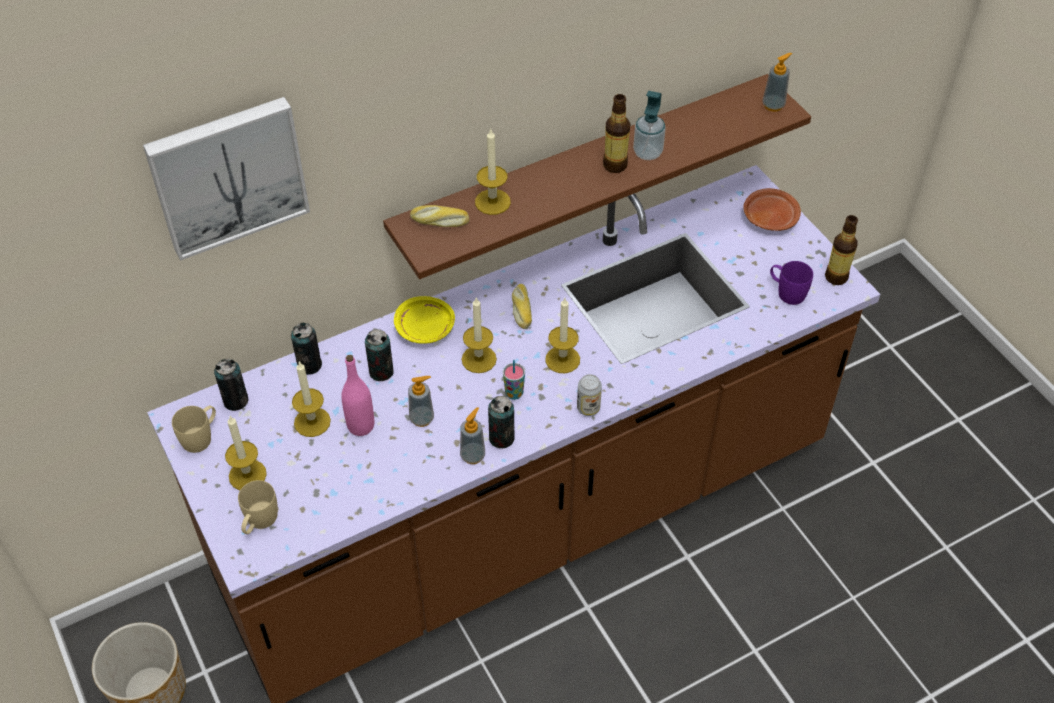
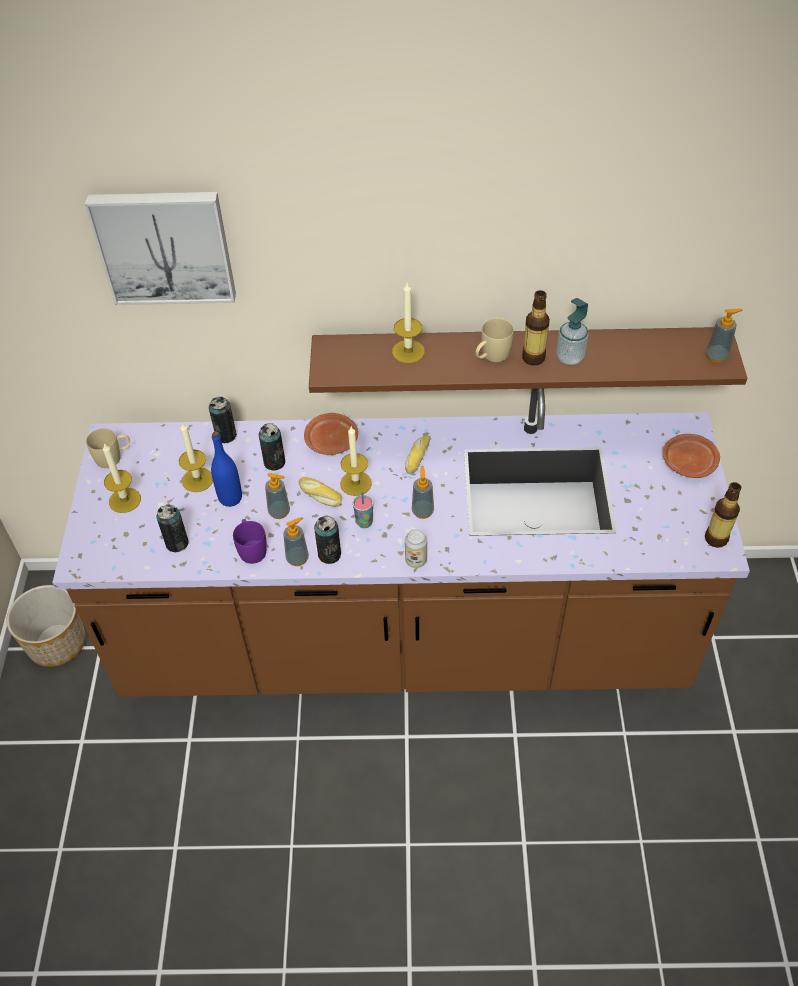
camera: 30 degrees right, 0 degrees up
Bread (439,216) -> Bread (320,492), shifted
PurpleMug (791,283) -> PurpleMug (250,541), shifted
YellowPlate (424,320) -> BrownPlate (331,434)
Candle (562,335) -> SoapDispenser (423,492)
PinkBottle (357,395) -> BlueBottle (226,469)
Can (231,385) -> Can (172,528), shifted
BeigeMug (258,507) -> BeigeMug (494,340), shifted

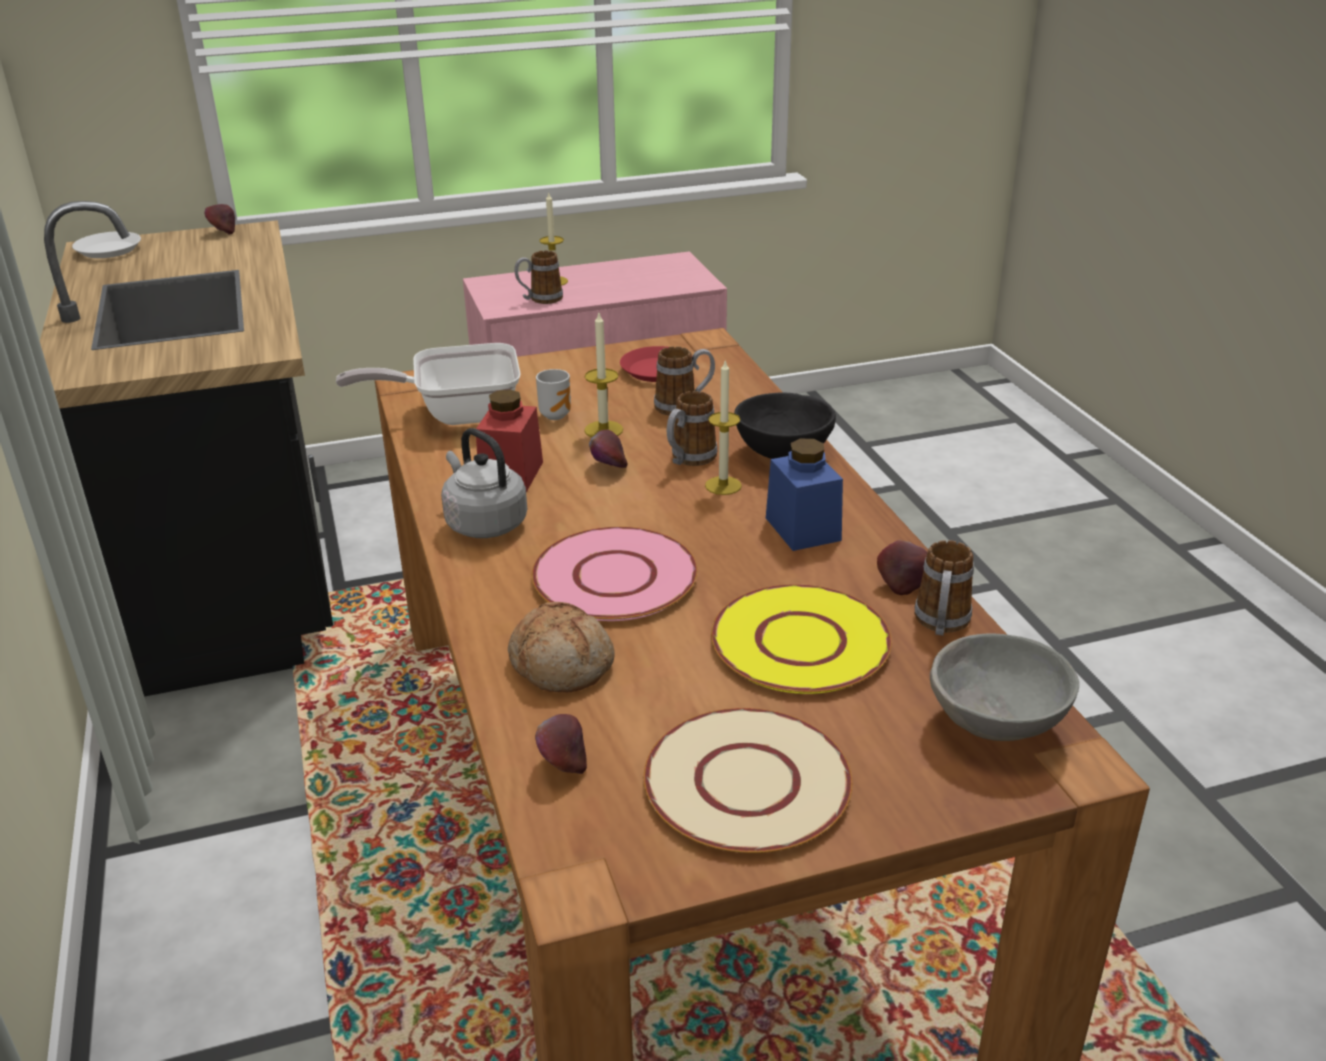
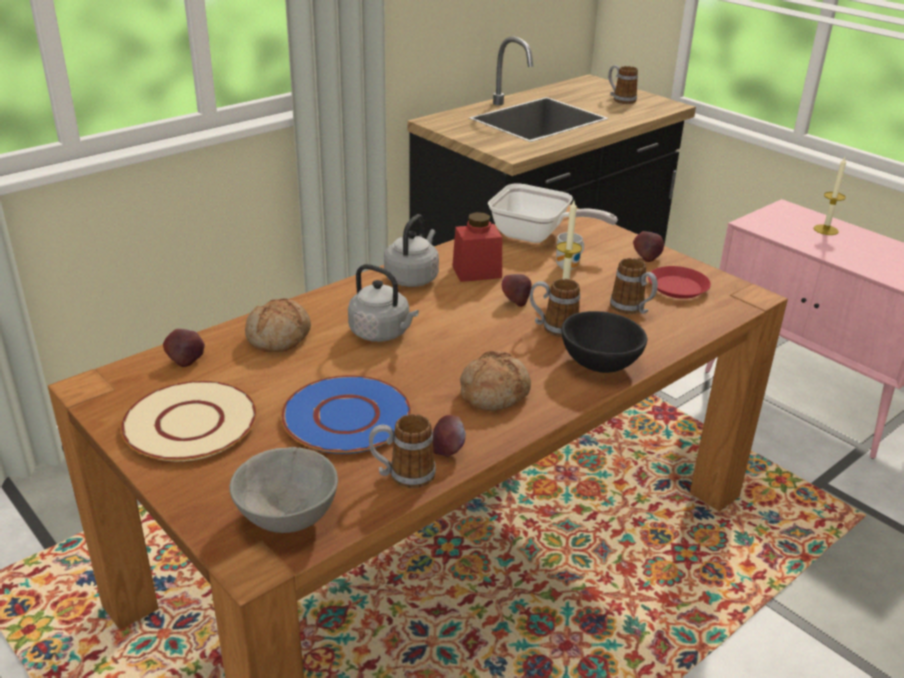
camera: 65 degrees right, 0 degrees up
Apple (220,219) -> Apple (648,246), shifted
WhitePlate (106,244) -> none
Mug (538,277) -> Mug (623,84), shifted
FryingPan (428,384) -> FryingPan (553,213), 150 degrees clockwise
Candle (723,427) -> none
BlueJar (804,495) -> Bread (495,381)
PinkPlate (615,574) -> GreyKettle (383,303)
YellowPlate (801,639) -> BluePlate (346,414)

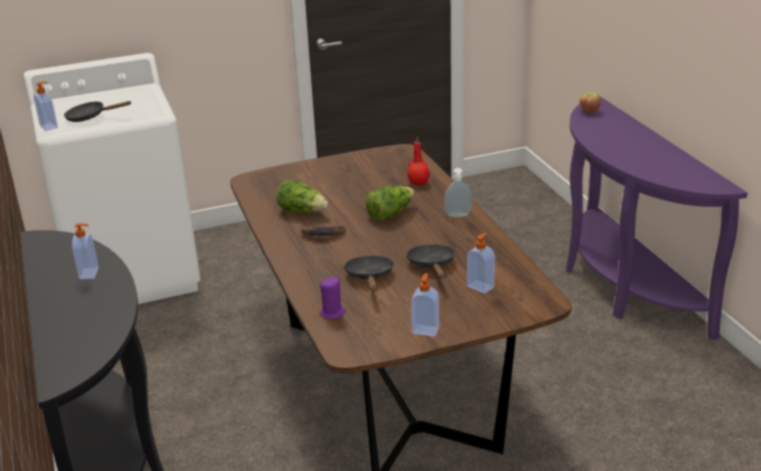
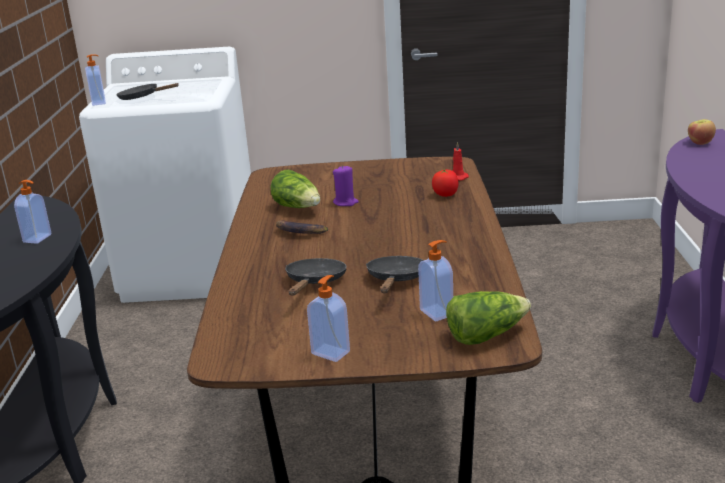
camera: 20 degrees right, 5 degrees down
SoapDispenser (458,192) -> none
Lettuce (390,203) -> Lettuce (488,318), shifted
PurpleCandle (333,298) -> PurpleCandle (346,185), shifted

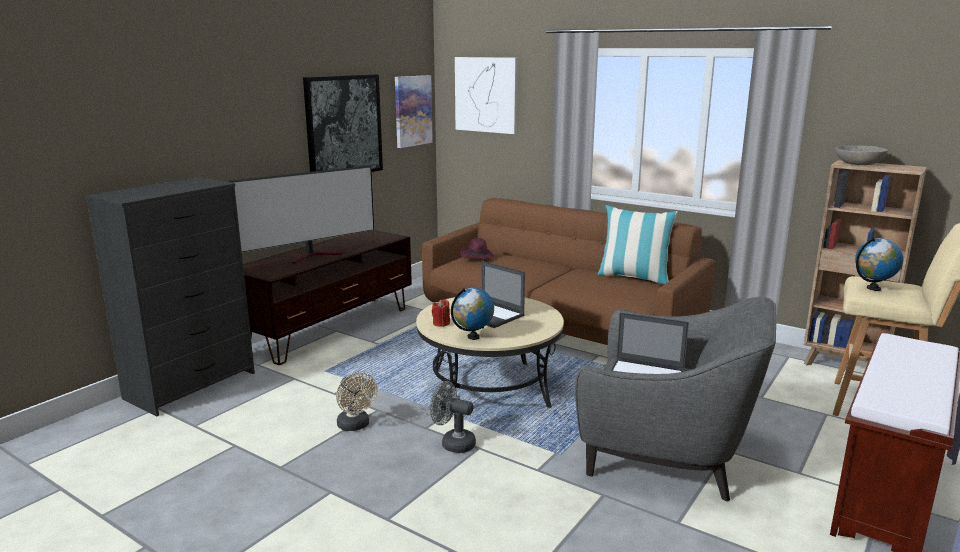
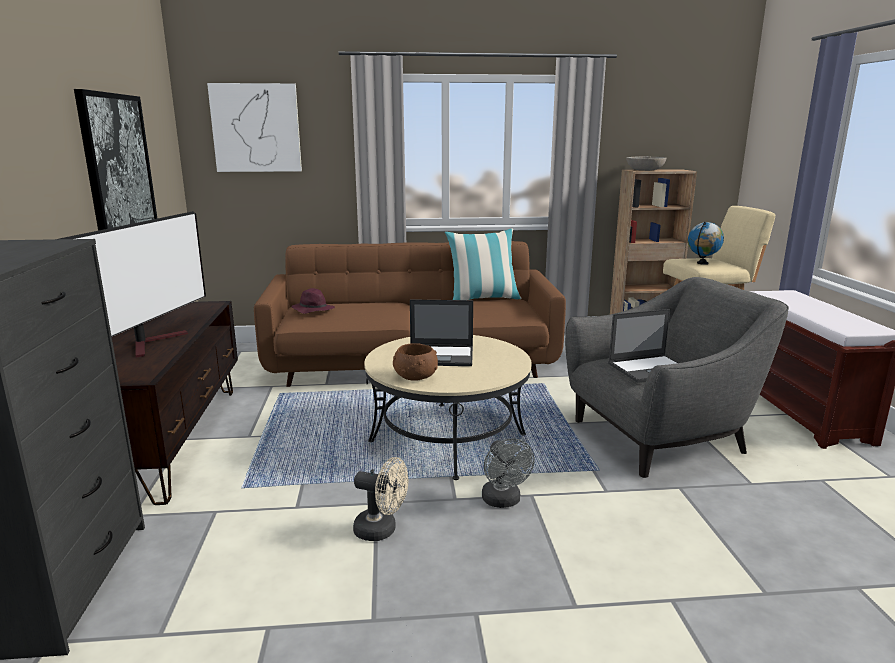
camera: 40 degrees left, 0 degrees up
Picture (414,111) -> none
Globe (472,314) -> none
RedCandle (441,313) -> BrownBowl (415,362)
GreyFan (453,417) -> GreyFan (508,473), 90 degrees counterclockwise

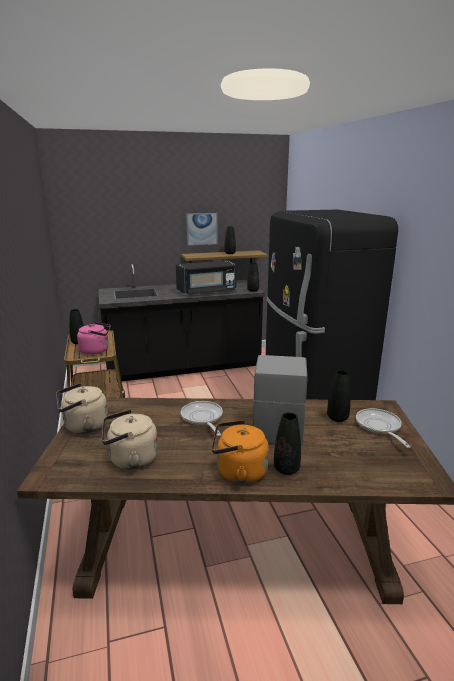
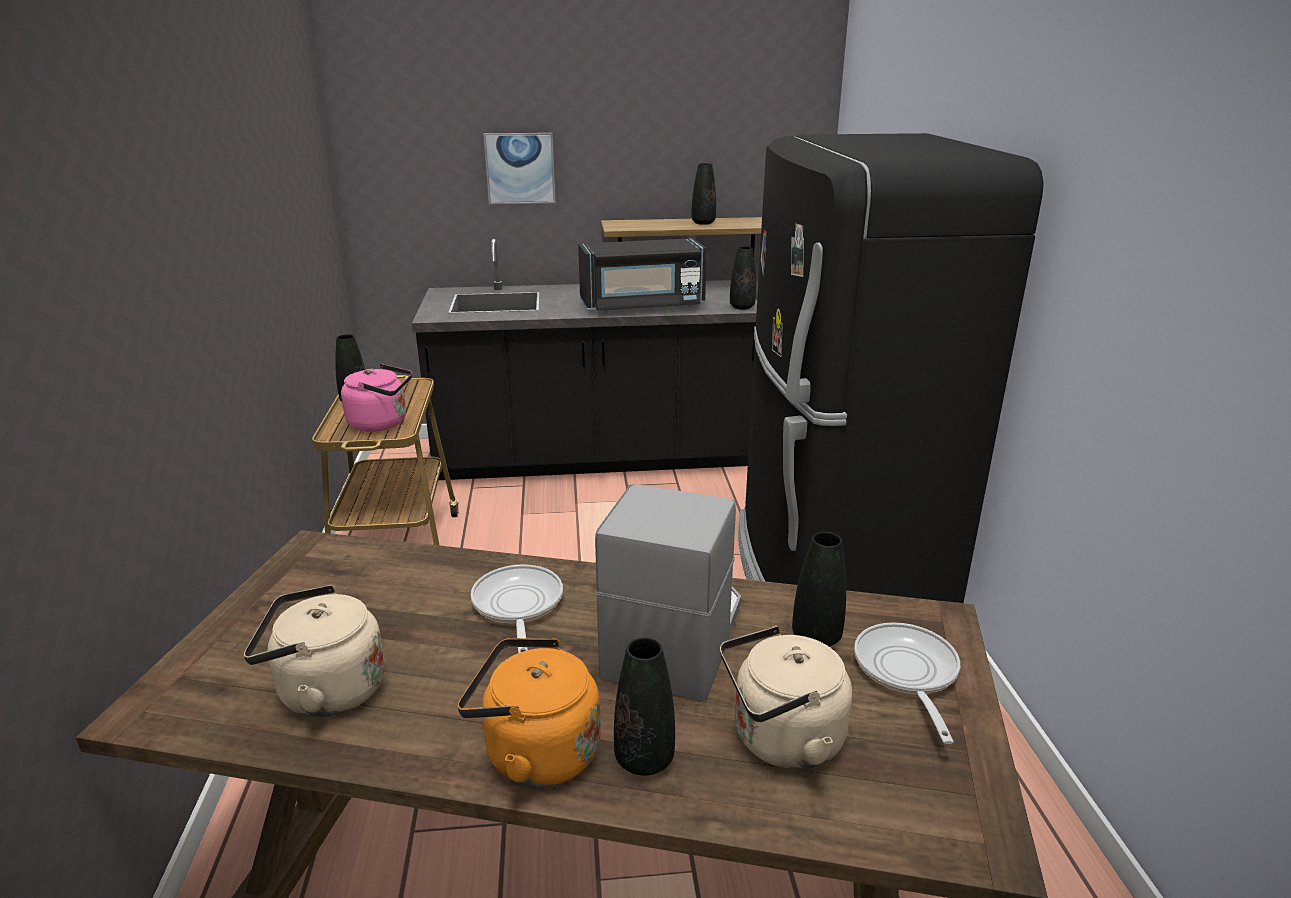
camera: 10 degrees right, 5 degrees up
Picture (202,229) -> Picture (519,168), shifted
BeigeKettle (82,408) -> BeigeKettle (786,698), shifted

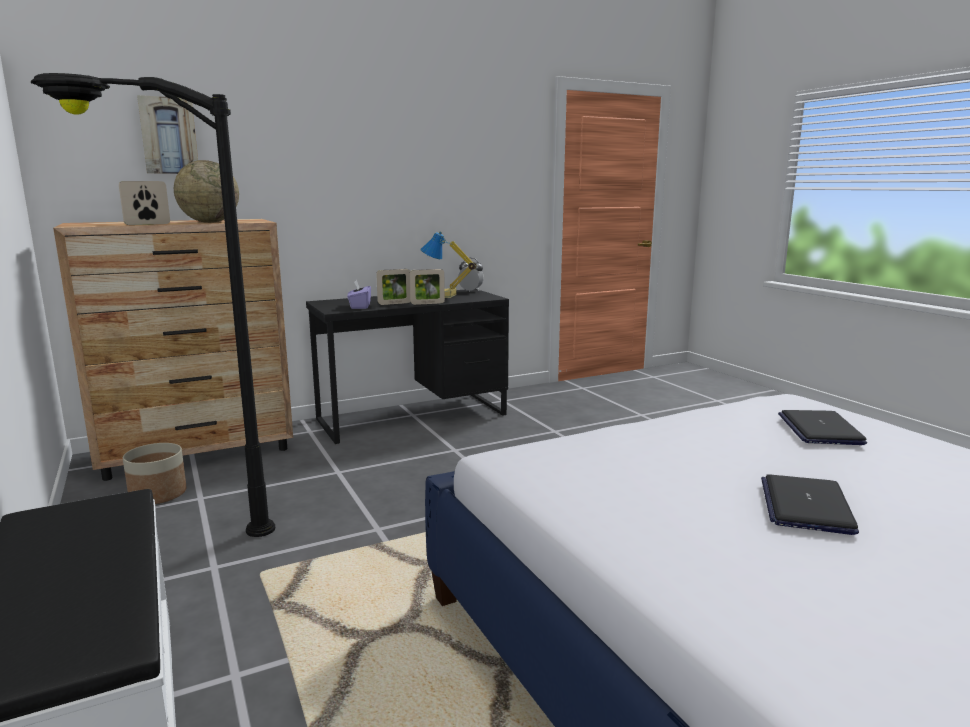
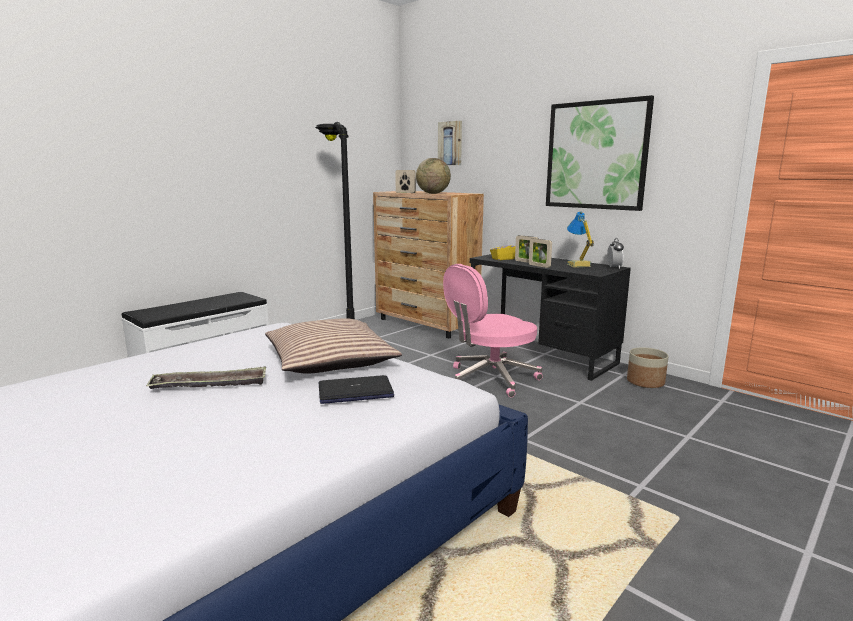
camera: 70 degrees right, 0 degrees up
PurpleTissueBox (359,294) -> YellowTissueBox (502,250)
Planter (155,473) -> Planter (648,367), shifted
Laptop (810,504) -> Tray (206,377)
none -> Picture (600,153)
none -> PinkOfficeChair (493,330)
none -> Pillow (333,346)

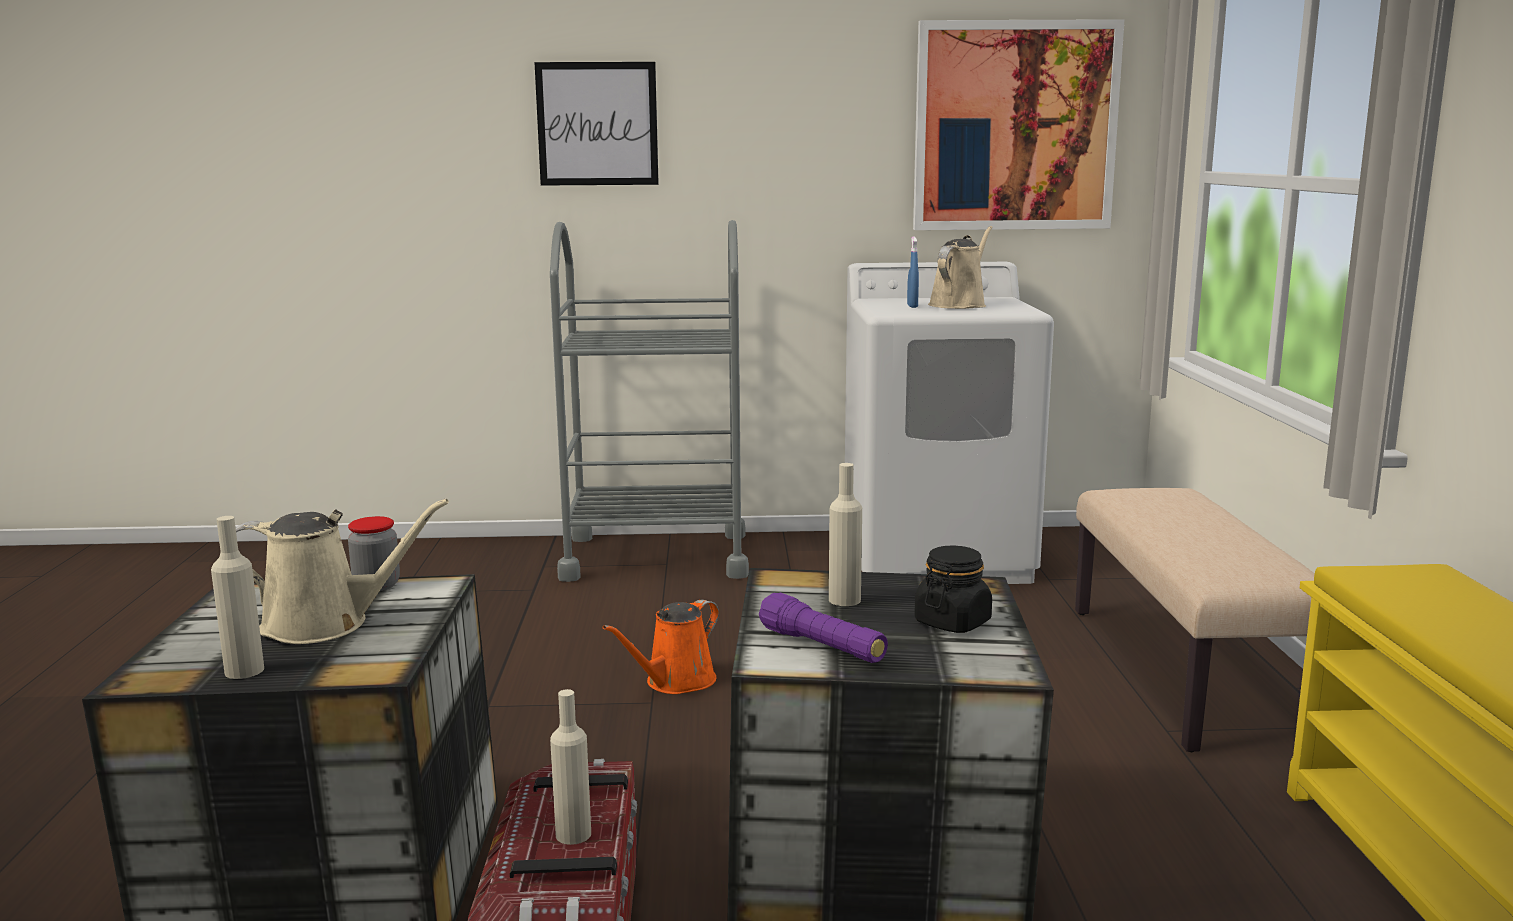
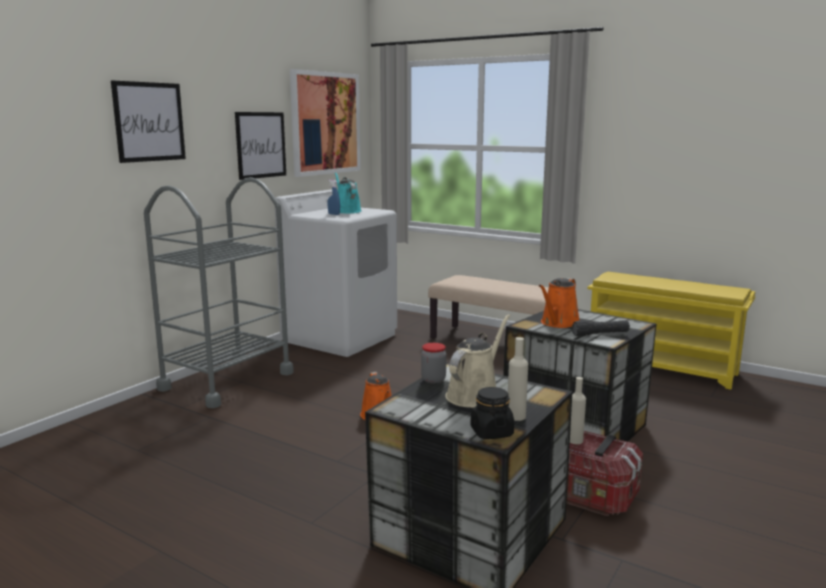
camera: 55 degrees left, 0 degrees up
BeigeWateringCan (960,267) -> TurquoiseWateringCan (348,192)
BeigeBottle (845,534) -> OrangeWateringCan (559,303)
BlackJar (953,589) -> BlackJar (492,413), shifted
PurpleFlashlight (823,627) -> BlackFlashlight (601,328)
none -> Picture (260,146)

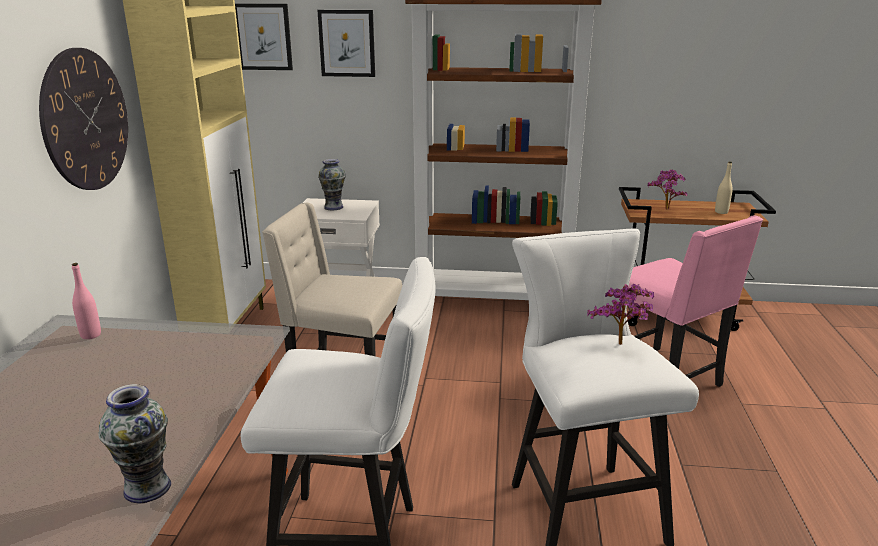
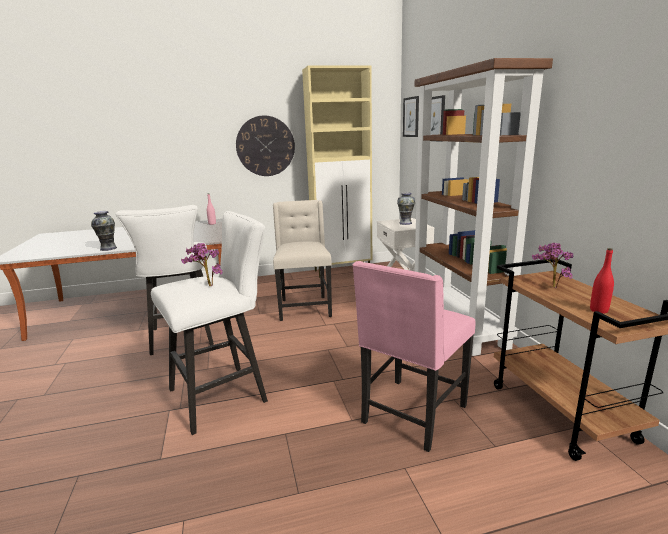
camera: 70 degrees right, 5 degrees down
BeigeBottle (724,187) -> RedBottle (602,281)

